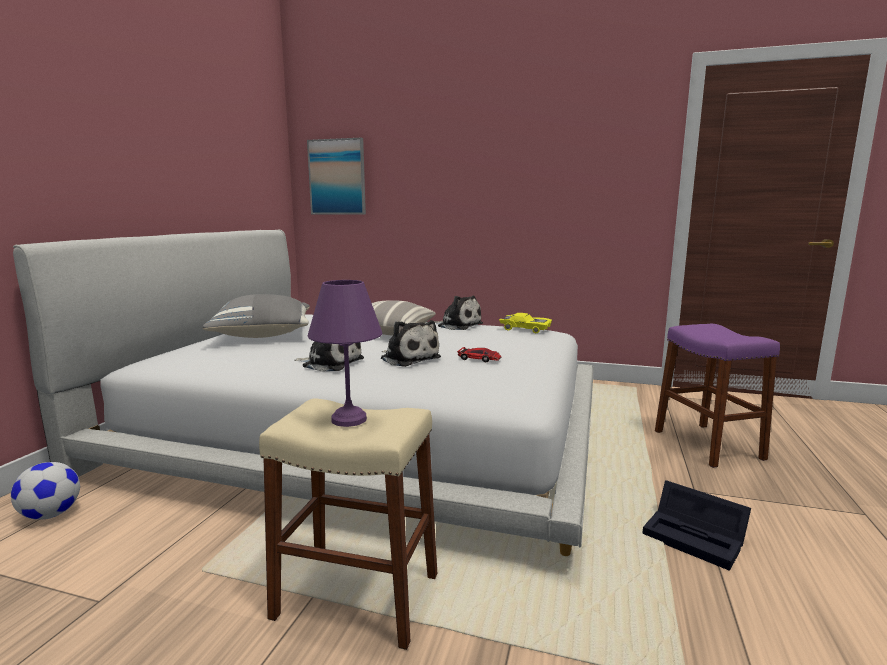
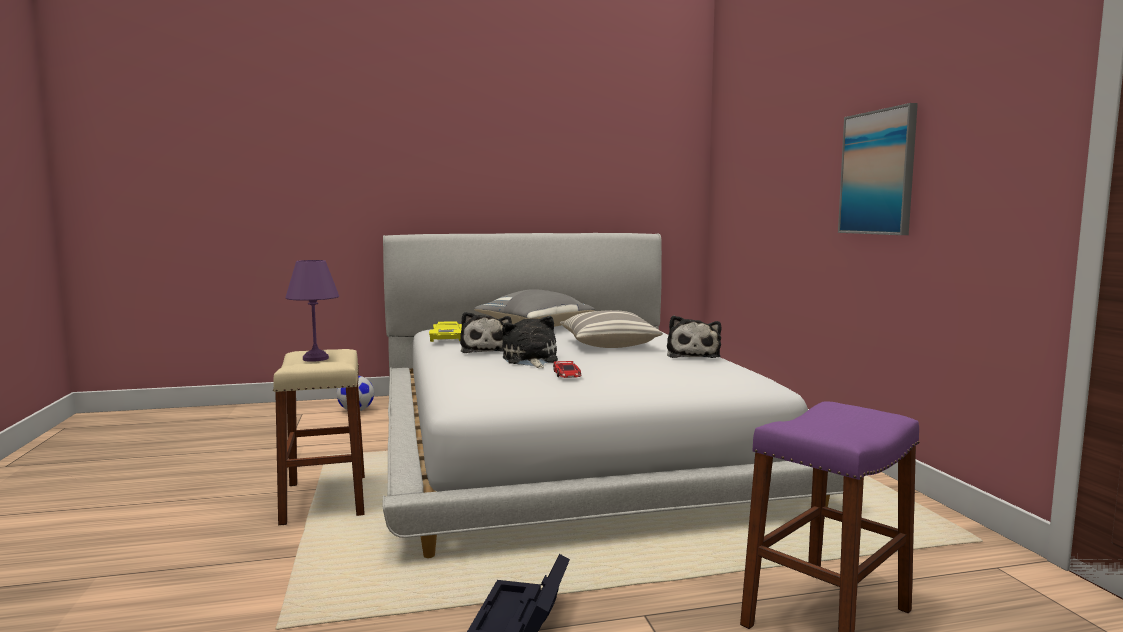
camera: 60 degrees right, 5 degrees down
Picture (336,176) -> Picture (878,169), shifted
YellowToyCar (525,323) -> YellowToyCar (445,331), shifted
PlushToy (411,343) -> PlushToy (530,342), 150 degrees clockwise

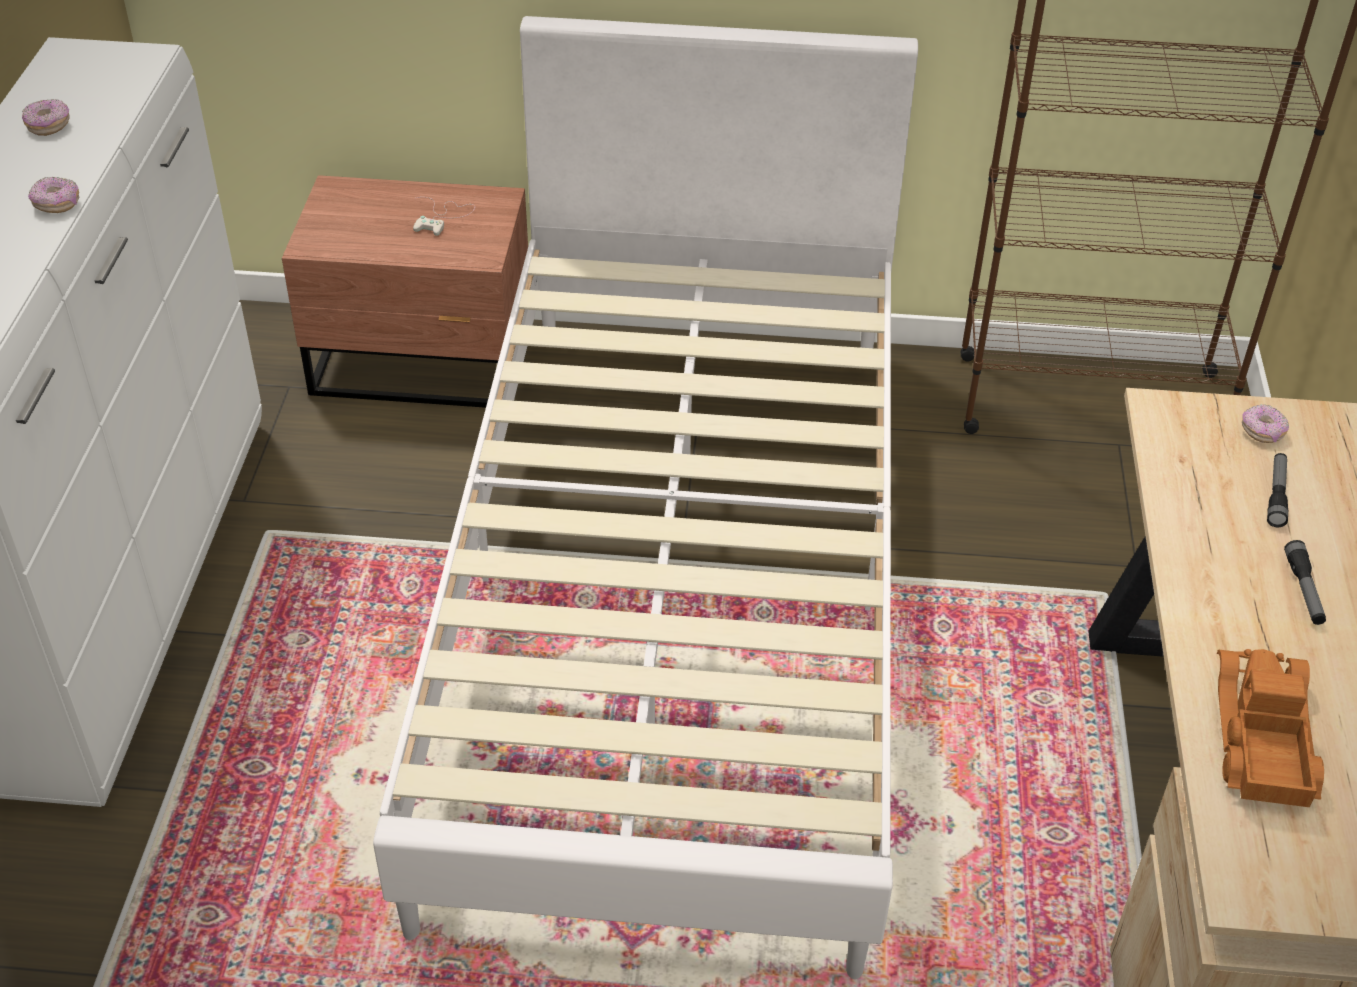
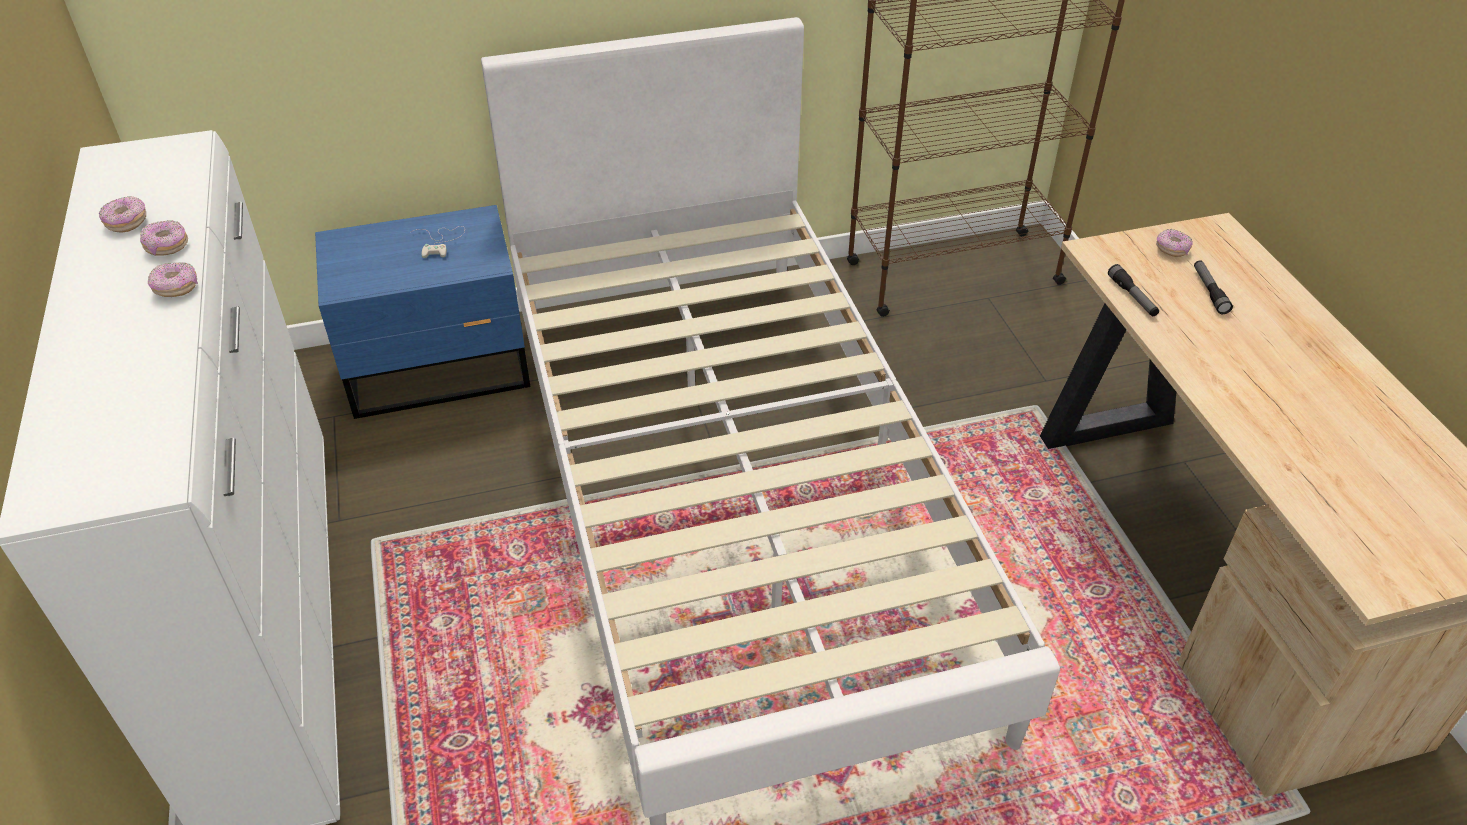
camera: 20 degrees left, 0 degrees up
BrownNightstand (405,291) -> BlueNightstand (423,312)
Flashlight (1305,582) -> Flashlight (1133,290), shifted
ToyTruck (1270,728) -> none
none -> Donut (164,238)

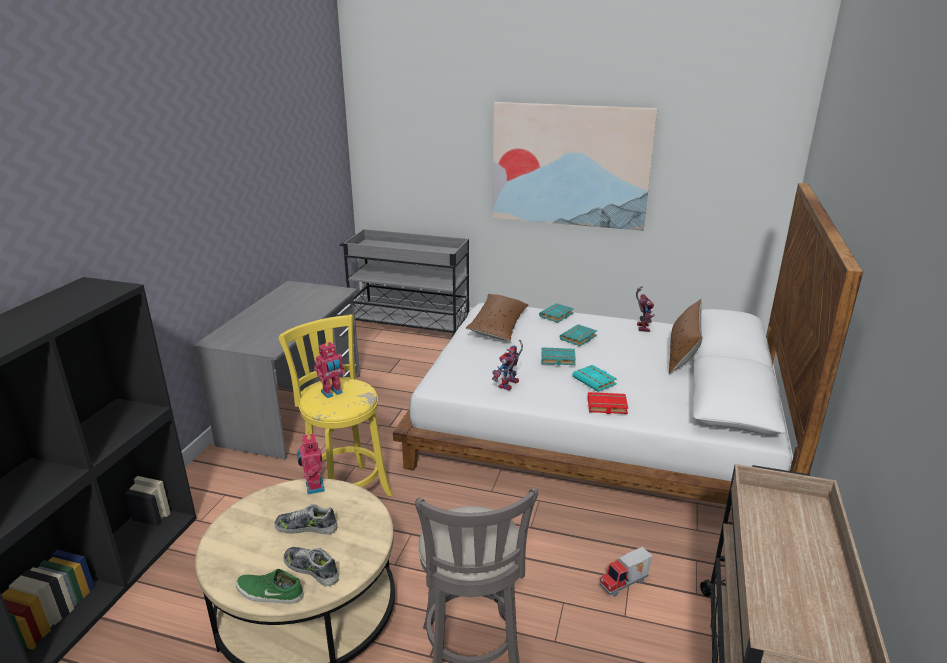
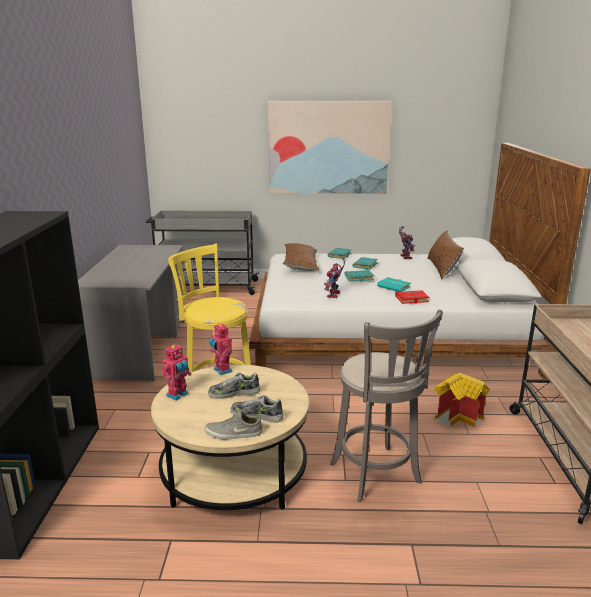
camera: 15 degrees left, 5 degrees down
ToyRobot (330,370) -> ToyRobot (176,373), shifted
ToyTruck (625,572) -> ToyHouse (461,400)
GreenShoe (270,586) -> GreyShoe (234,425)

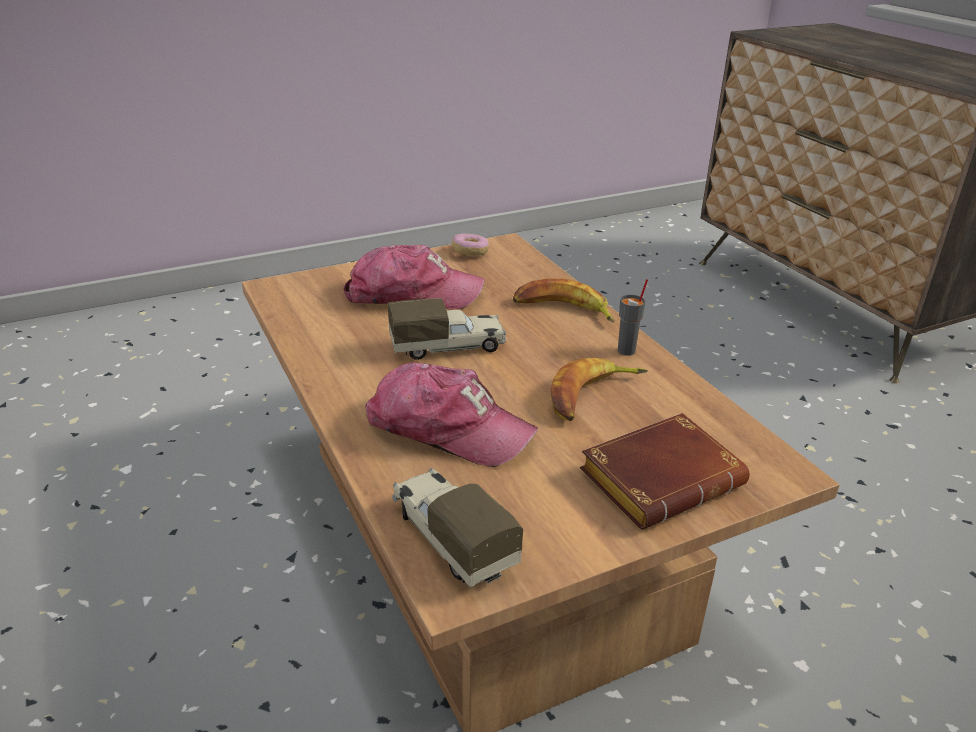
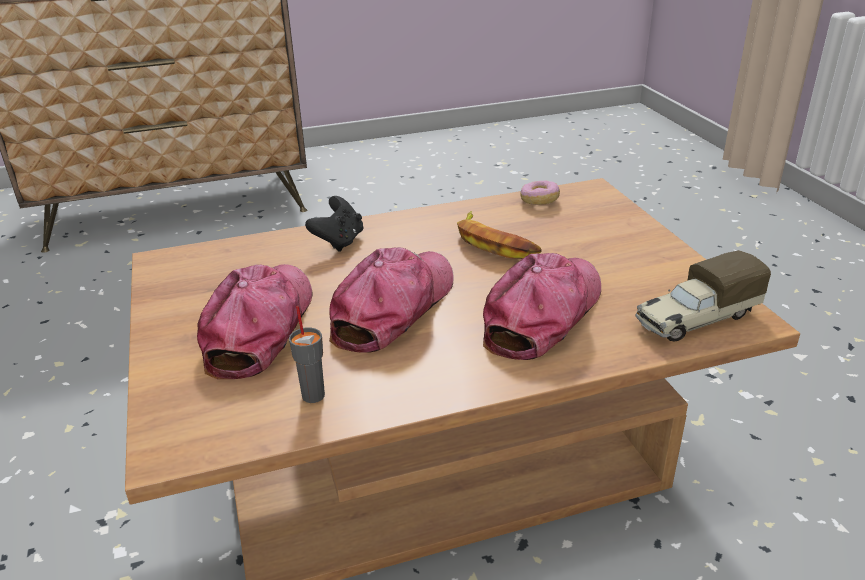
camera: 80 degrees left, 0 degrees up
Donut (470,245) -> Donut (540,193), shifted
Banana (564,300) -> BlackGameController (334,224)
GreyCup (633,317) -> GreyCup (307,354), shifted
ToyTruck (447,329) -> Cap (391,300)
BrownBook (664,471) -> none

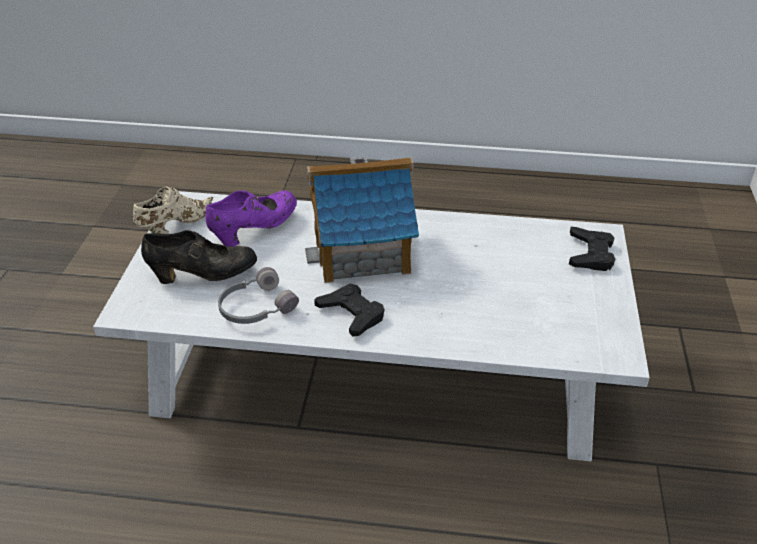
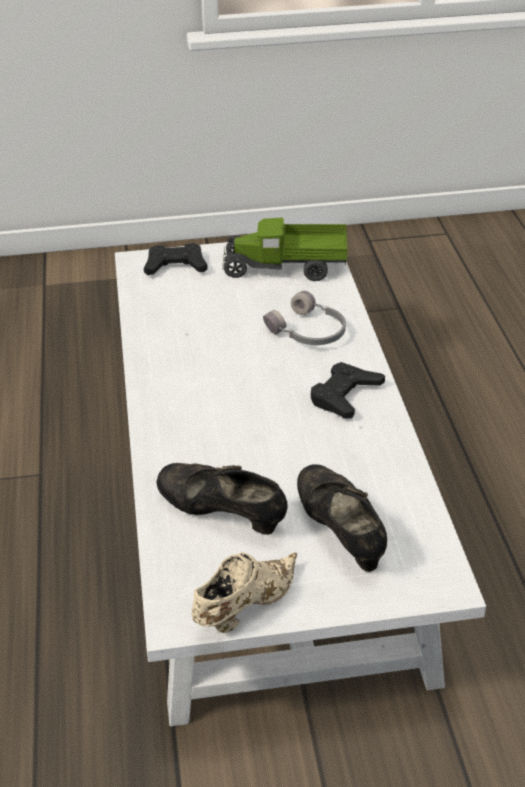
camera: 105 degrees left, 0 degrees up
ToyHouse (362,220) -> none
BeigeShoe (173,210) -> BeigeShoe (244,592), 105 degrees clockwise
PurpleShoe (251,218) -> BlackShoe (222,499)
GreyHeadphones (258,295) -> GreyHeadphones (304,318), shifted
none -> ToyTruck (285,249)

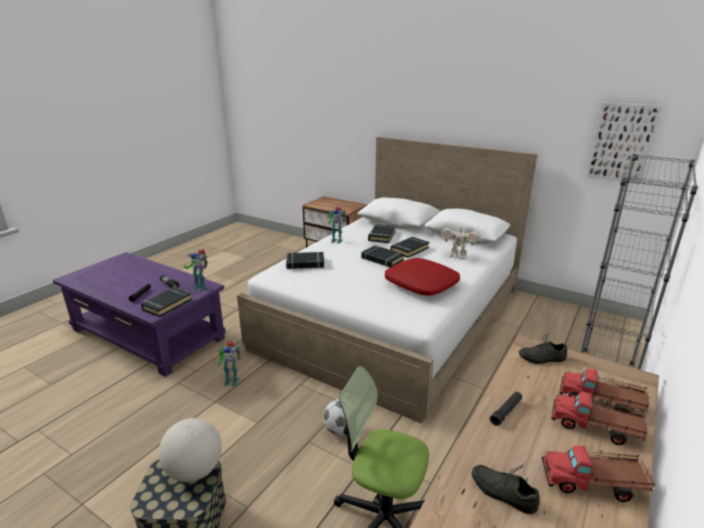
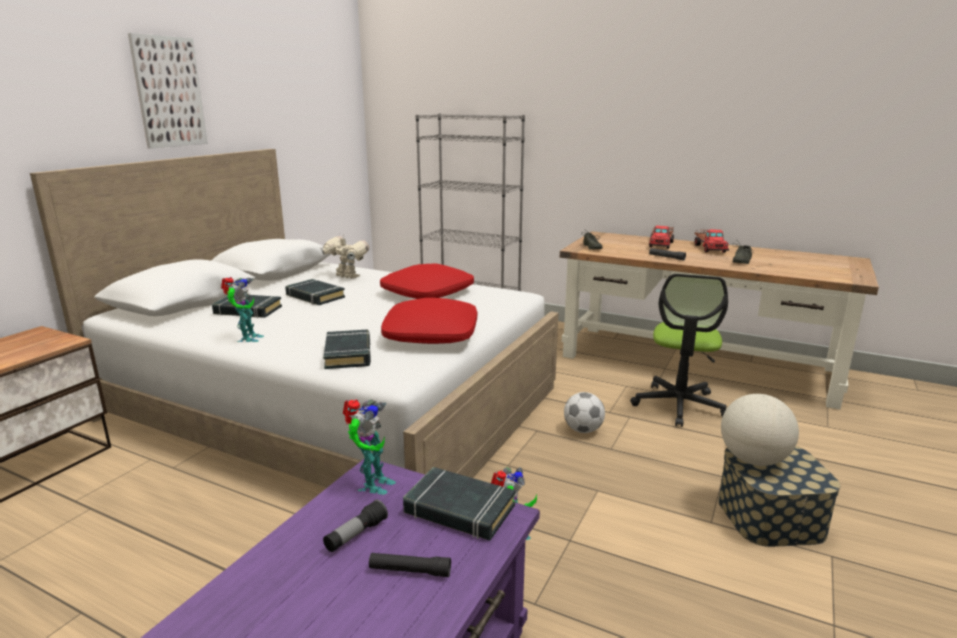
camera: 95 degrees left, 5 degrees down
Picture (624,143) -> Picture (168,91), shifted
ToyRobot (460,241) -> ToyRobot (344,257), 75 degrees counterclockwise
BlackBook (382,256) -> none
ToyTruck (604,391) -> none
none -> RedPillow (429,321)

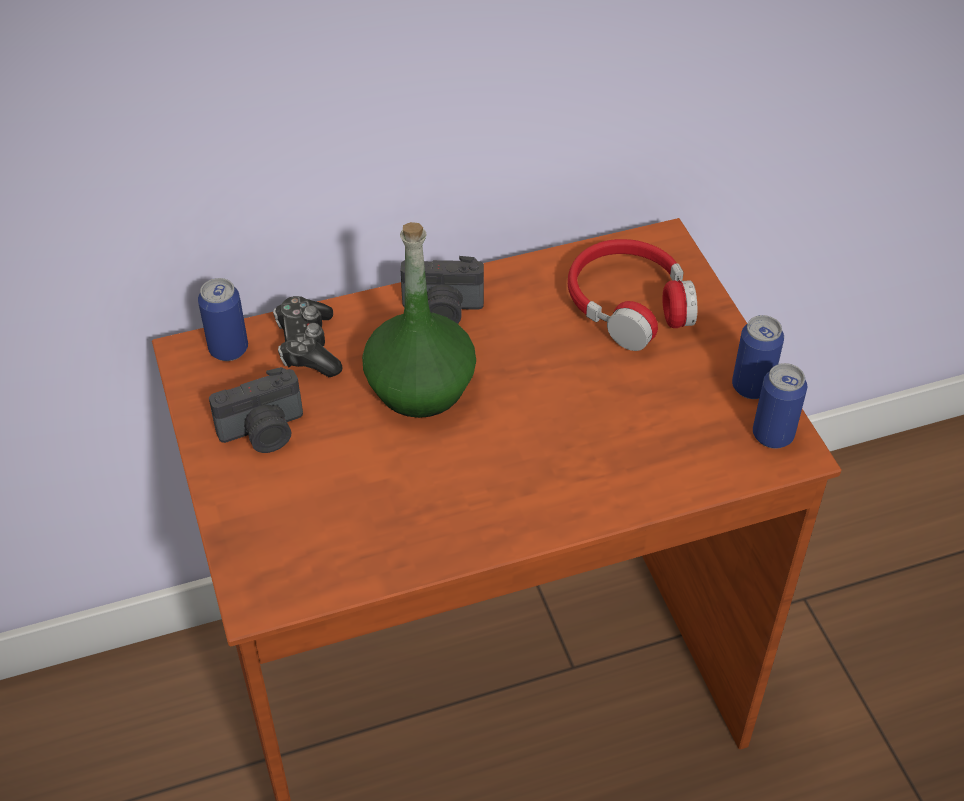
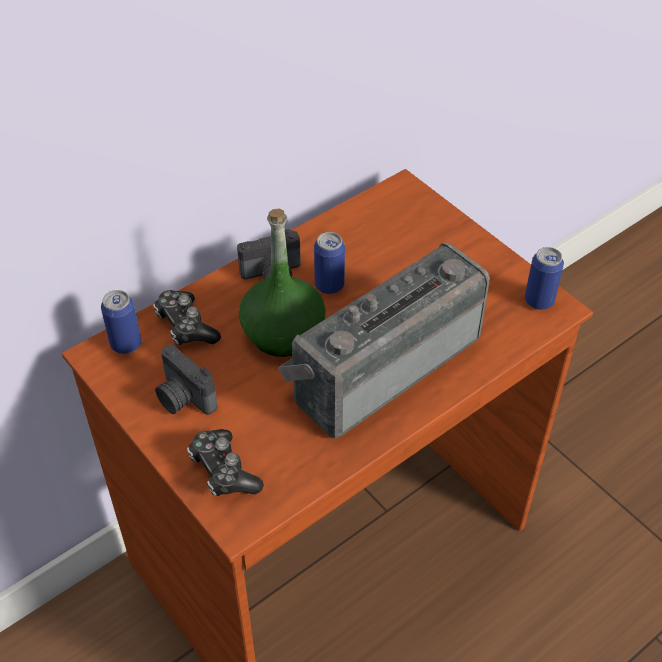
camera: 20 degrees left, 0 degrees up
RedHeadphones (632,295) -> none
Can (758,357) -> Can (329,263), shifted
PhotoCamera (256,410) -> PhotoCamera (186,380), 90 degrees clockwise
none -> Radio (384,341)
none -> GameController (225,462)

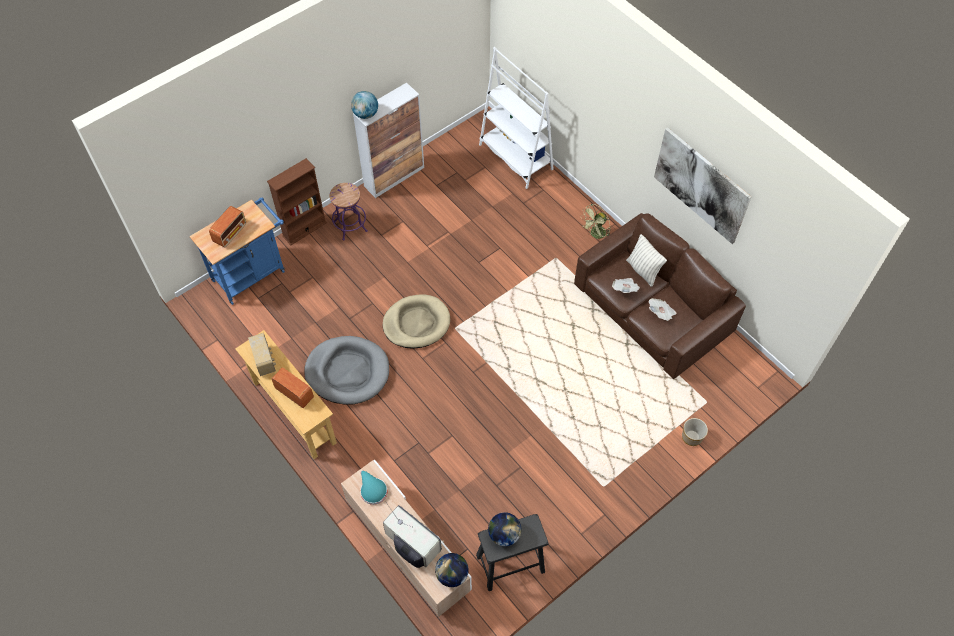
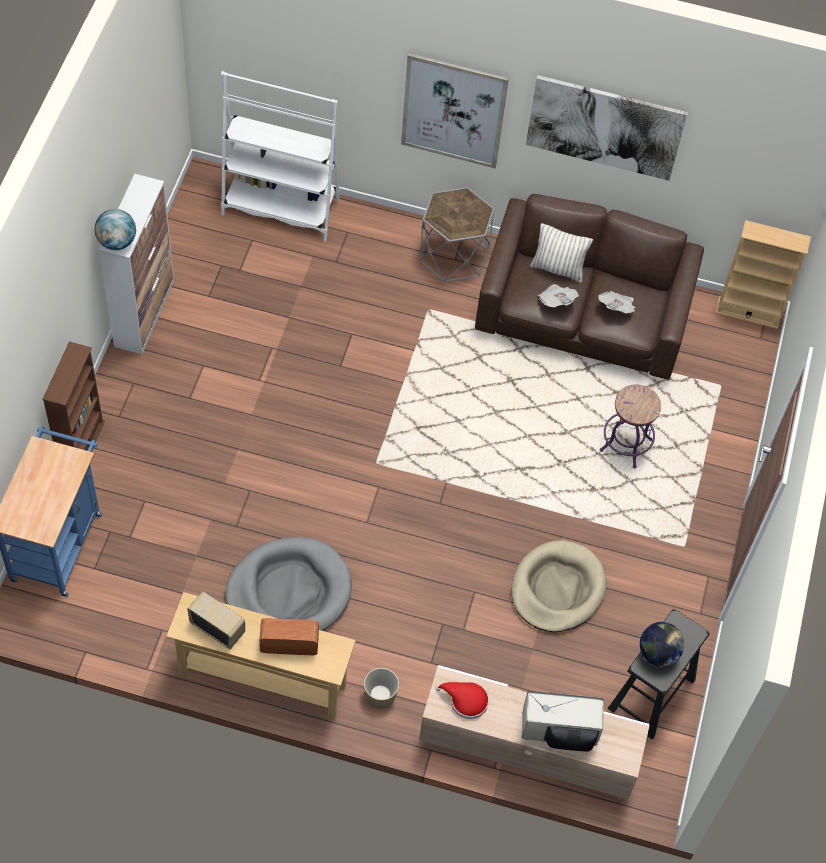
camera: 40 degrees left, 0 degrees up
PurpleStool (348,212) -> PurpleStool (630,427), shifted
GreenFan (595,221) -> GreySideTable (457,235)
Radio (227,227) -> none
BeigeDogBed (416,322) -> BeigeDogBed (558,586), shifted
Planter (695,432) -> Planter (381,688), shifted
TurquoiseHat (373,487) -> RedHat (462,700)
Globe (452,570) -> none
none -> Picture (455,110)
none -> BeigeBookcase (763,274)

